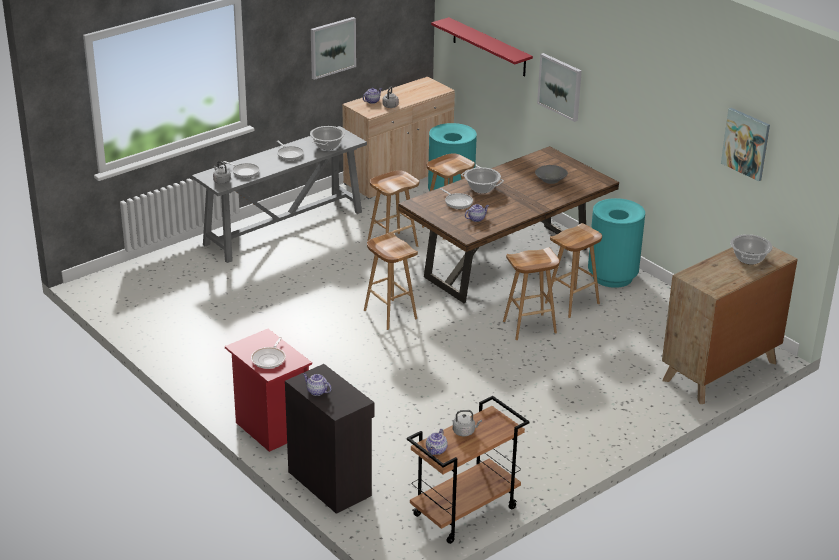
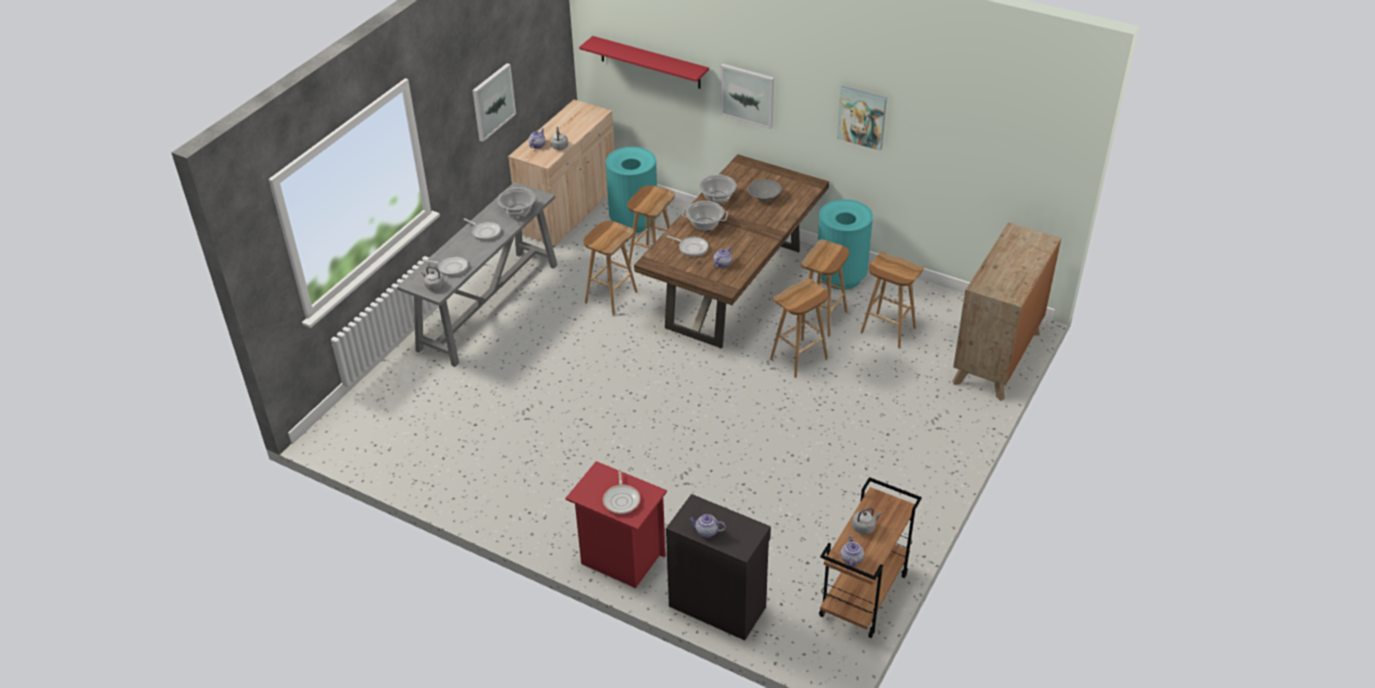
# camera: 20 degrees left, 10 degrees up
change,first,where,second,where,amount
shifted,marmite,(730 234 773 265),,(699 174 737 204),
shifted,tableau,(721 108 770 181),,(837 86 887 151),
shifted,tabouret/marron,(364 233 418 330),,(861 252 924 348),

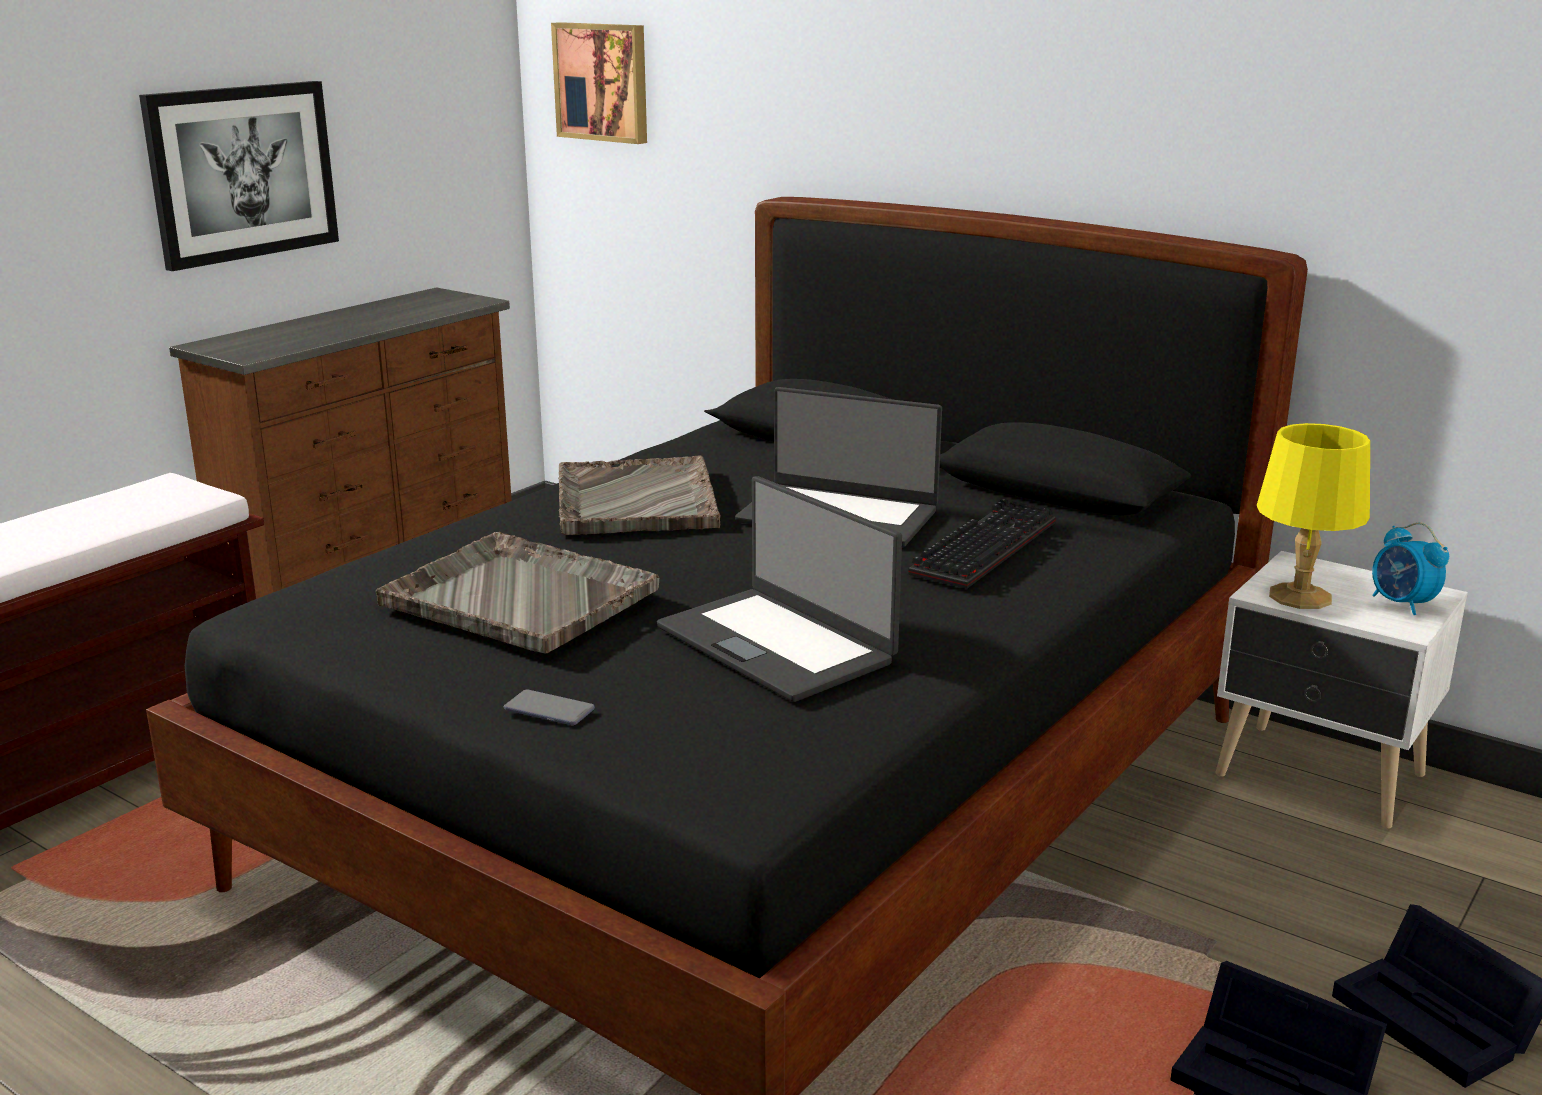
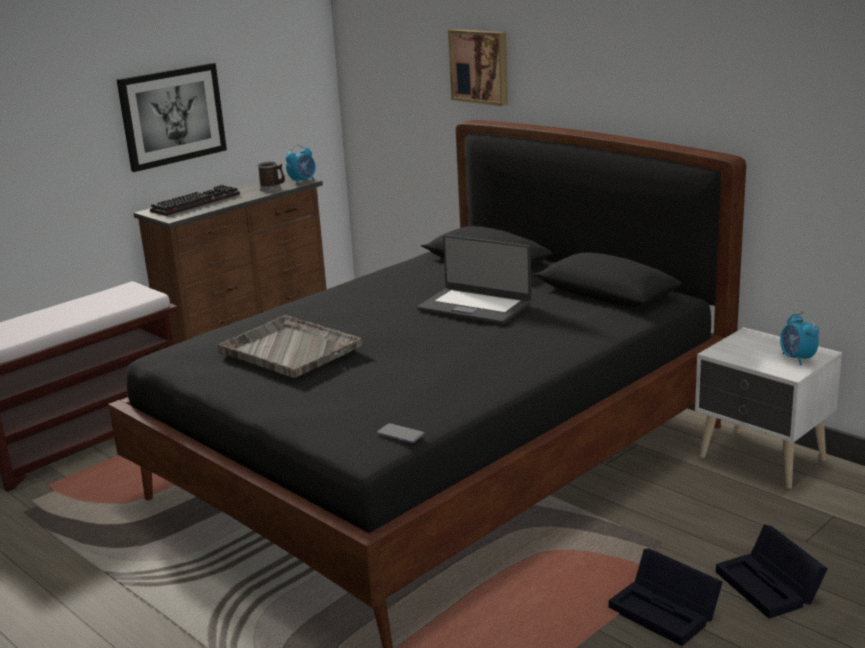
# camera: 10 degrees right, 0 degrees up
change,first,where,second,where,amount
shifted,clavier,(908 498 1056 589),,(150 185 240 216),
new,,,mug,(258 162 285 192),
new,,,réveil,(285 145 316 185),
shifted,téléphone,(504 689 595 725),,(377 423 424 443),
shifted,tableau,(551 22 647 144),,(448 29 508 106),
gone,plateau/gris,(558 456 721 535),,,
gone,ordinateur portable,(657 476 902 702),,,
gone,lampe de table/jaune,(1257 423 1370 609),,,

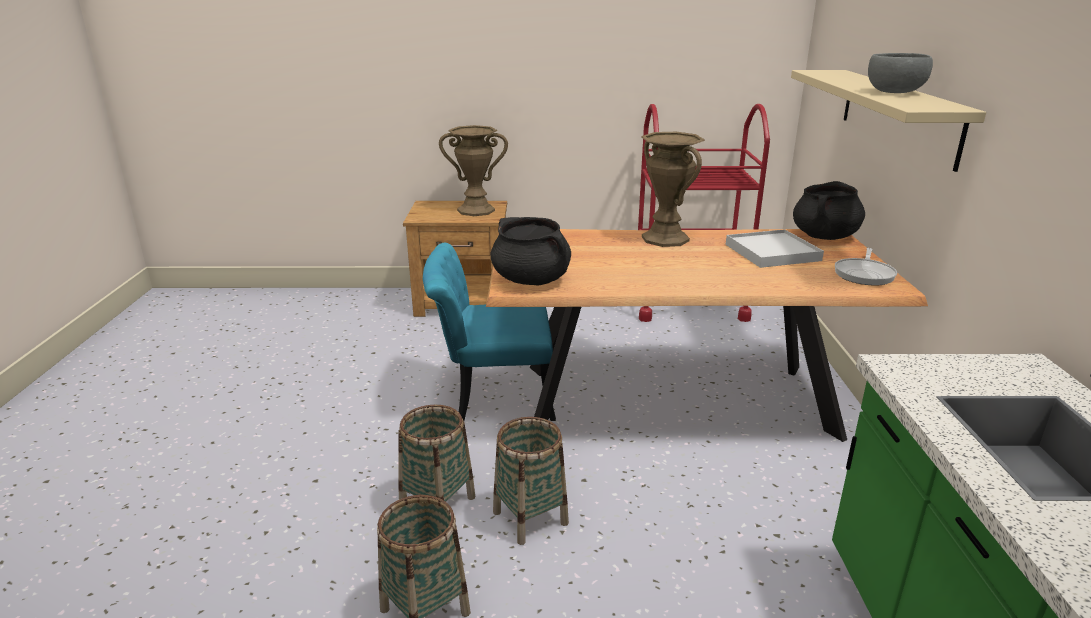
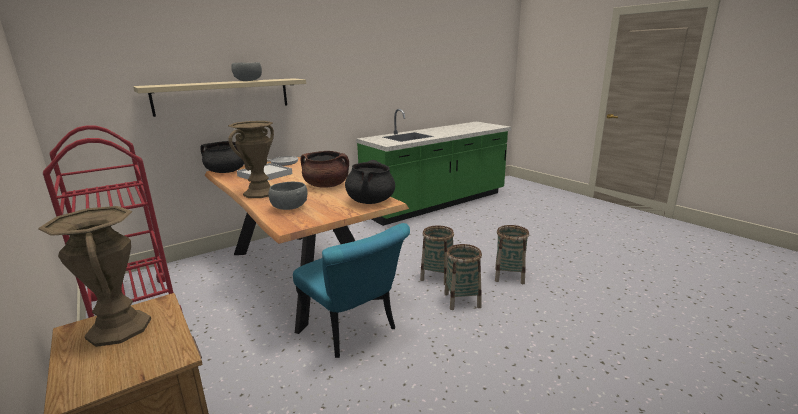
# camera: 125 degrees left, 5 degrees down
change,first,where,second,where,amount
new,,,bol/gris,(269 182 307 210),
new,,,marmite/marron,(300 151 349 188),

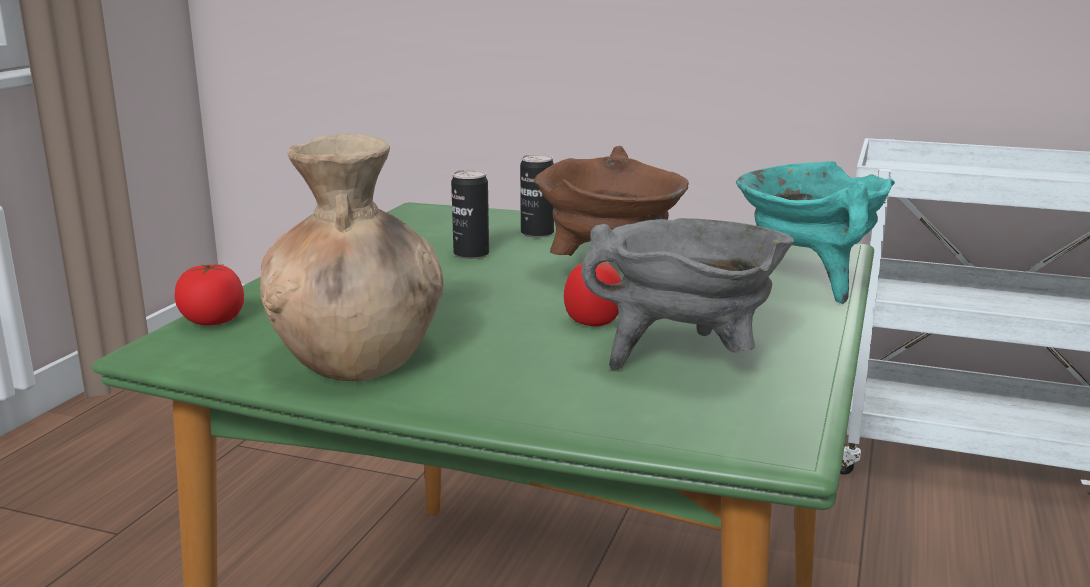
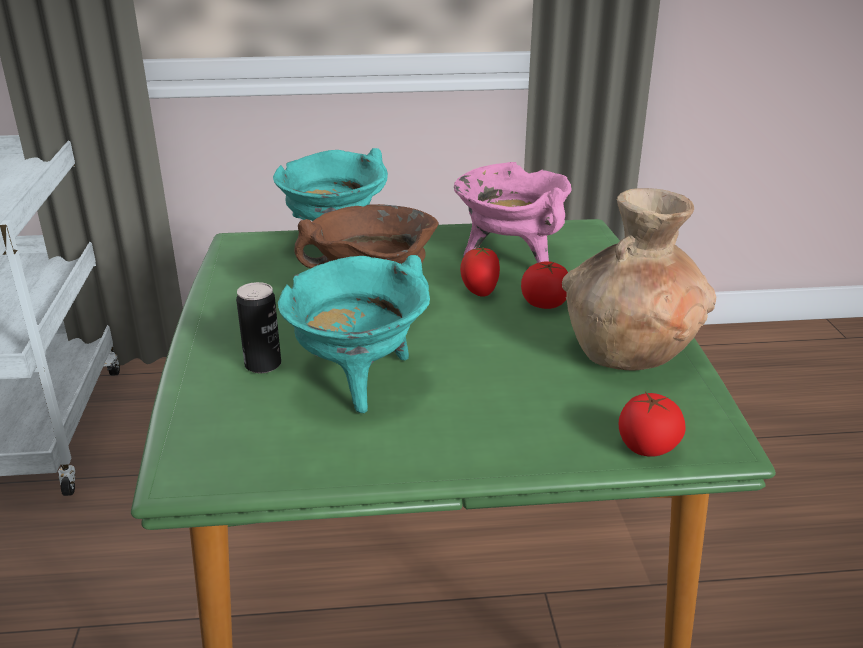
# camera: 115 degrees left, 10 degrees up
change,first,where,second,where,amount
swapped,boîte métallique,(451 170 489 259),marmite/turquoise,(278 255 430 413),
repainted,marmite/gris,(581 218 794 370),marmite/rose,(454 162 572 263),
new,,,tomate,(521 261 568 309),

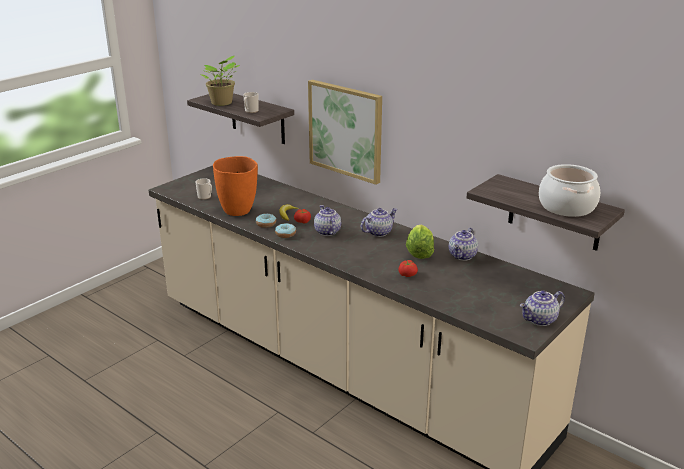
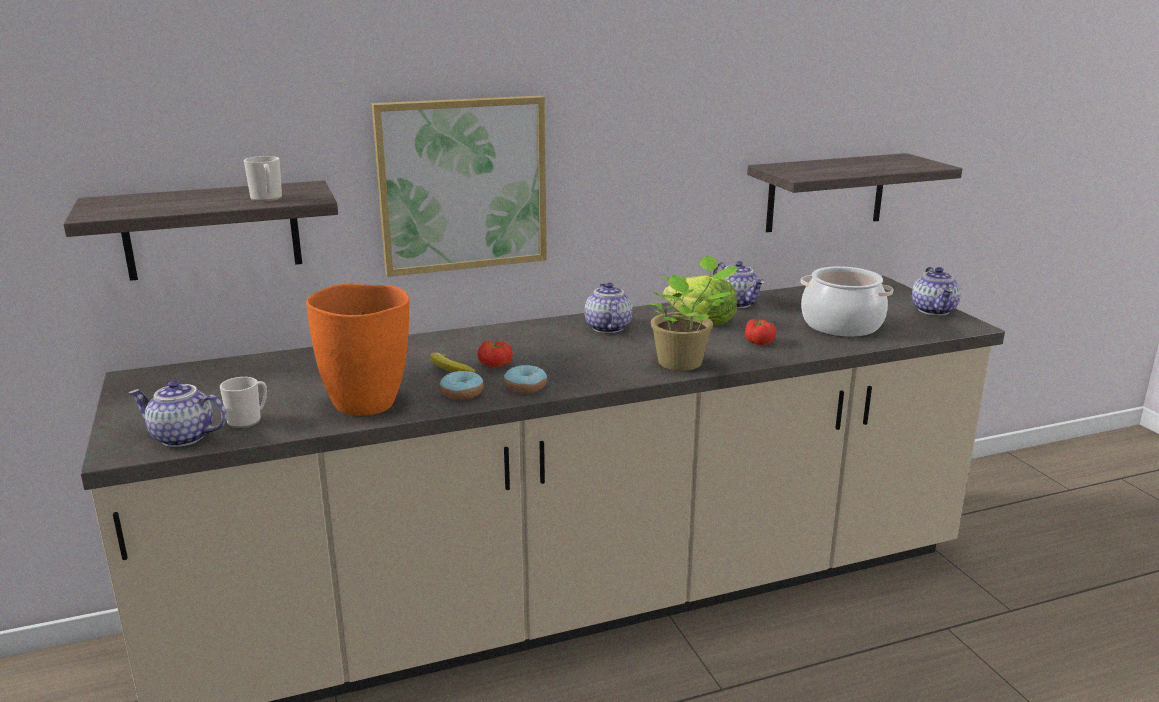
# camera: 60 degrees left, 5 degrees down
change,first,where,second,where,amount
shifted,théière,(314 205 341 236),,(129 380 227 447),
shifted,plante en pot,(200 56 240 106),,(641 255 739 371),
shifted,marmite,(539 164 600 217),,(800 266 894 337),

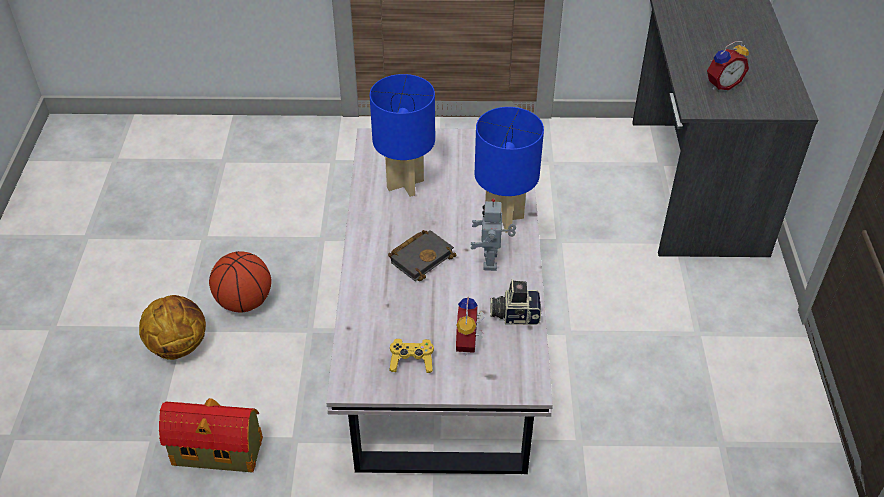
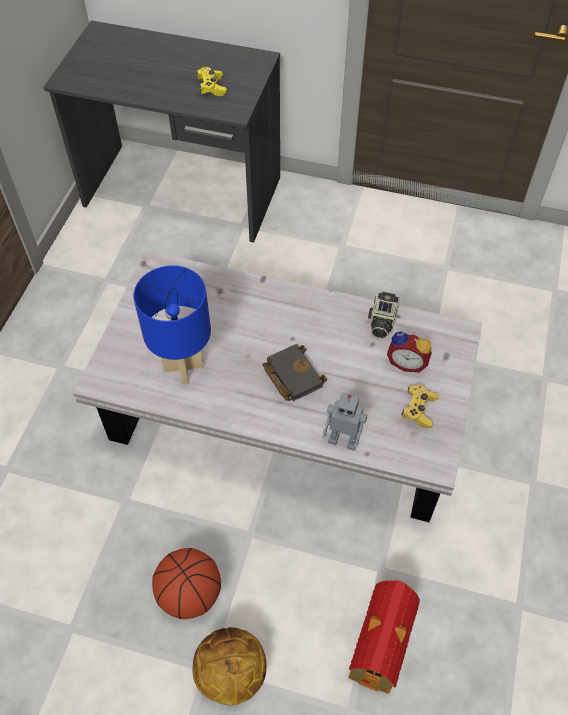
# camera: 75 degrees left, 10 degrees up
change,first,where,second,where,amount
swapped,réveil,(707 41 749 90),manette/jaune,(196 67 227 96),
shifted,robot jouet,(471 198 516 271),,(322 393 367 451),
gone,lampe de table/bleu,(474 107 544 233),,,

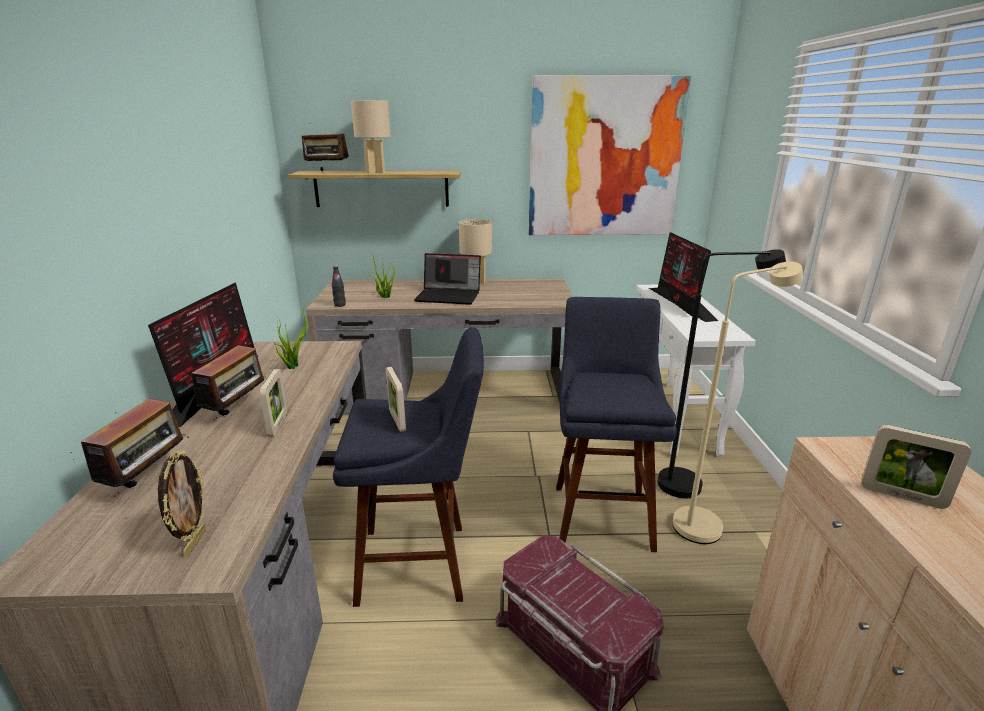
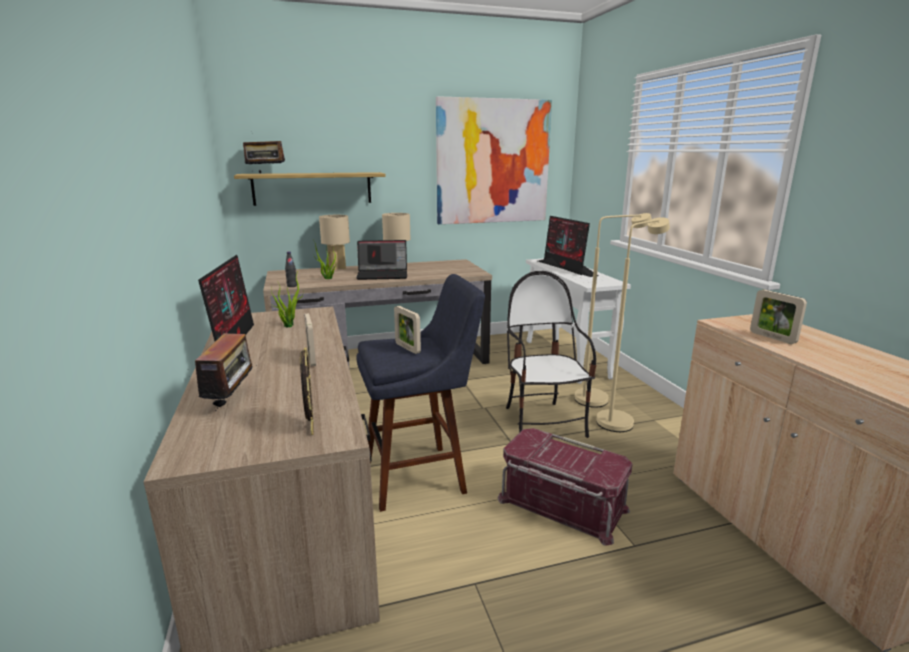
# camera: 15 degrees left, 5 degrees down
change,first,where,second,where,amount
shifted,lampe de table/beige,(351 100 391 174),,(319 215 350 271),
swapped,tabouret/bleu,(556 297 677 552),chaise,(506 271 596 438),
repainted,lampadaire/noir,(658 249 786 498),lampadaire/beige,(575 213 652 408),
rotated,cadre photo,(862 425 971 509),,(750 290 807 344),45 degrees clockwise
gone,radio,(185 345 264 420),,,

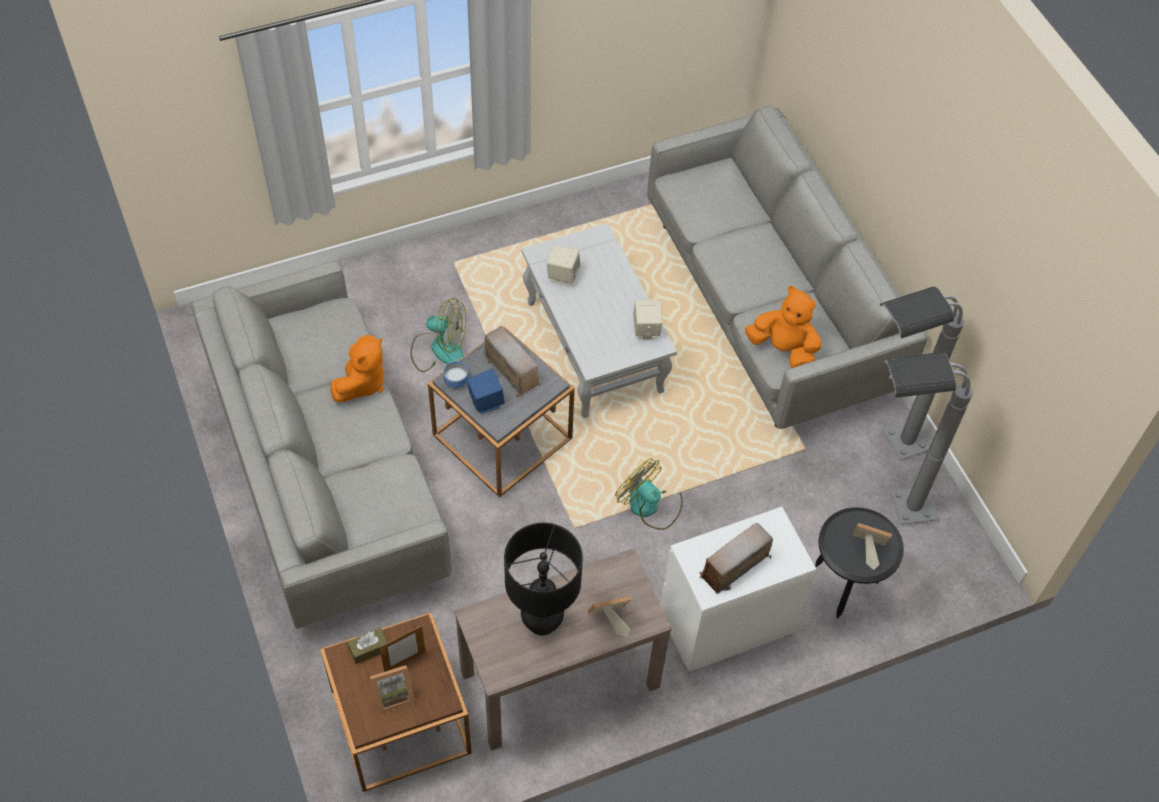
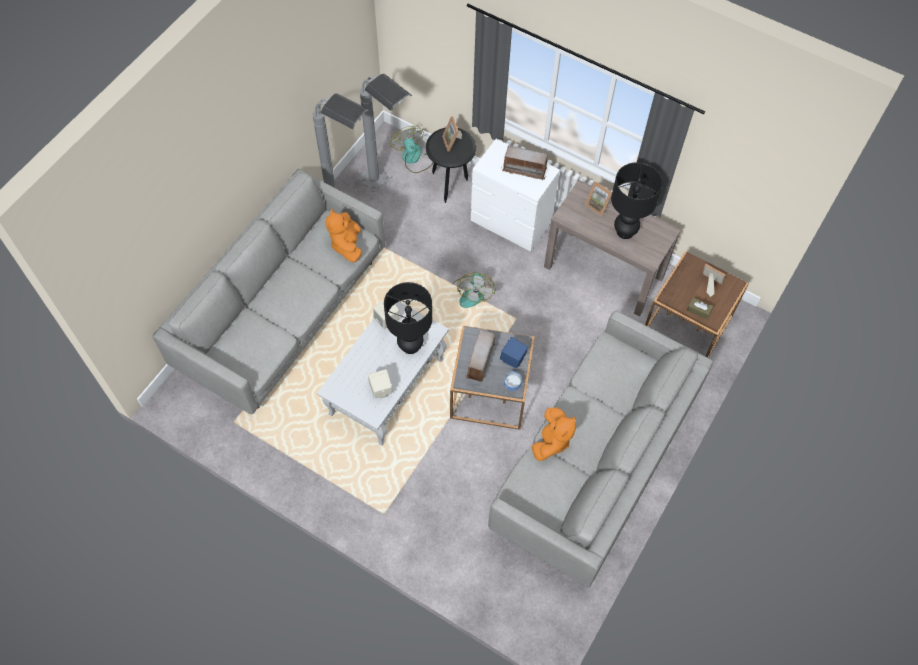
# camera: 125 degrees left, 5 degrees up
change,first,where,second,where,amount
new,,,lampe de table/noir,(384 282 432 354),
shifted,ventilateur,(411 298 466 372),,(390 126 434 173),
rotated,peluche/orange,(330 335 384 402),,(532 407 576 461),120 degrees clockwise
gone,cadre photo,(380 625 425 672),,,

